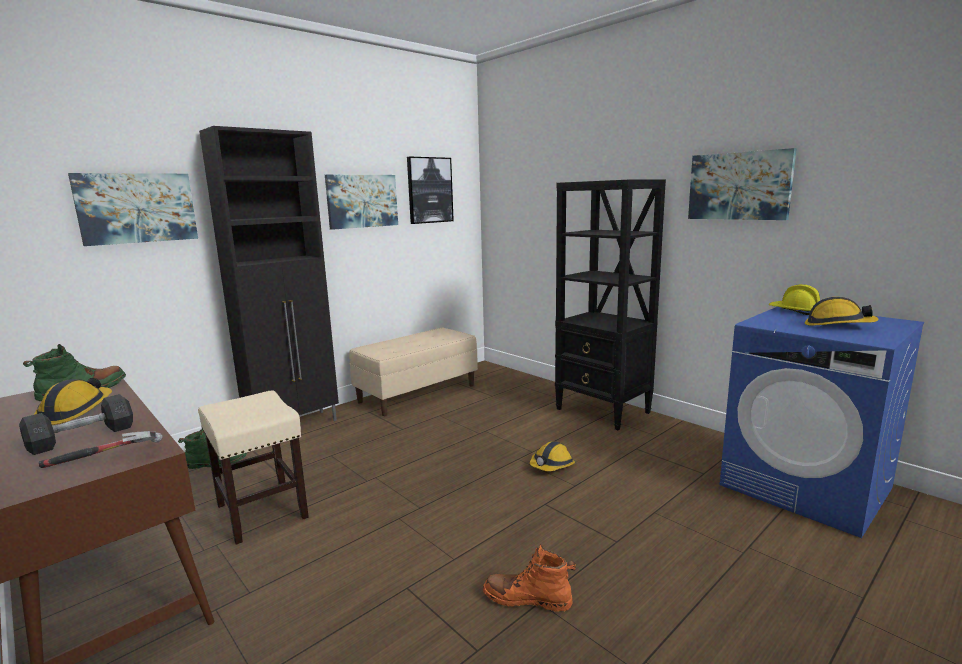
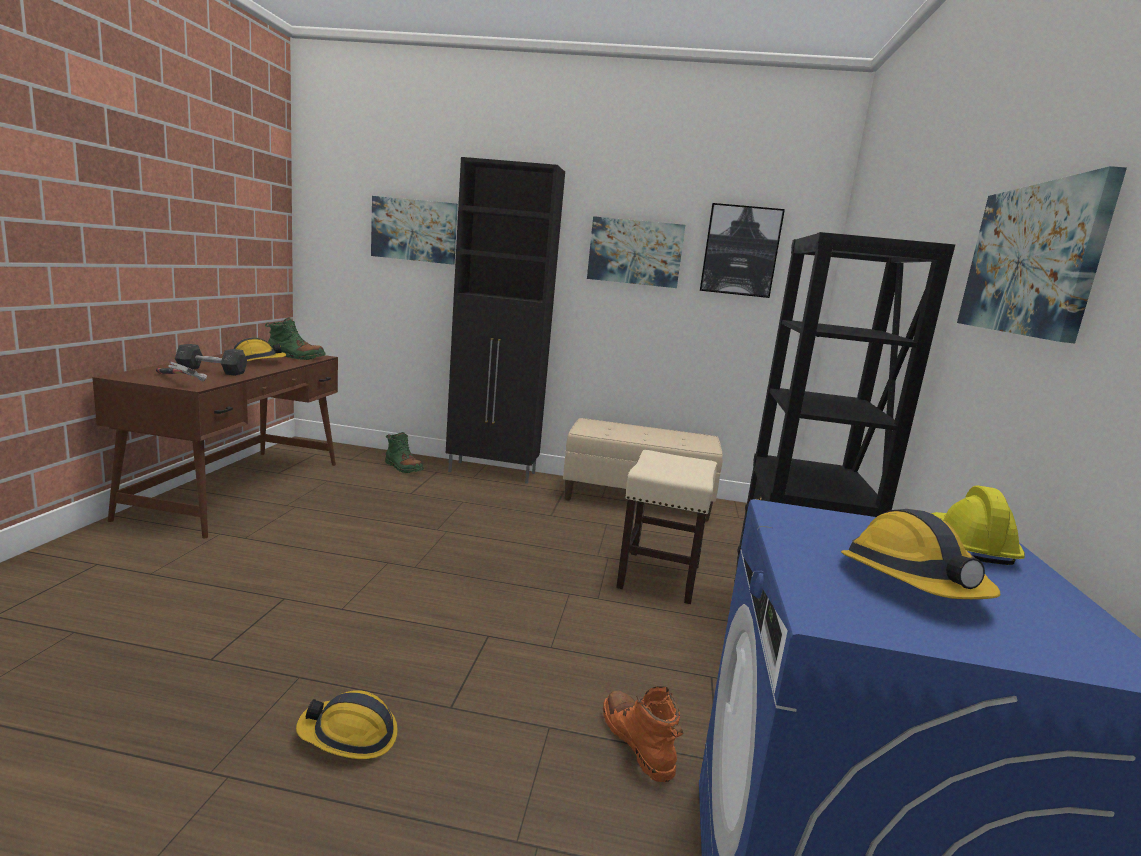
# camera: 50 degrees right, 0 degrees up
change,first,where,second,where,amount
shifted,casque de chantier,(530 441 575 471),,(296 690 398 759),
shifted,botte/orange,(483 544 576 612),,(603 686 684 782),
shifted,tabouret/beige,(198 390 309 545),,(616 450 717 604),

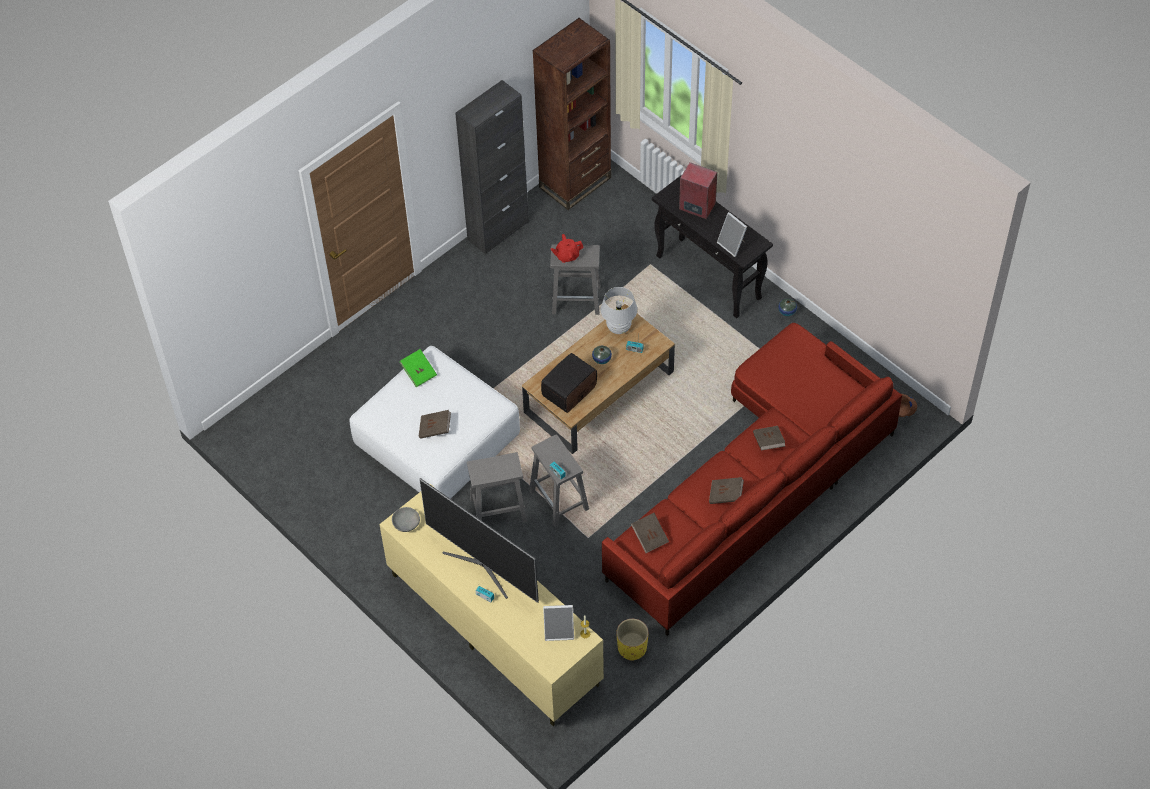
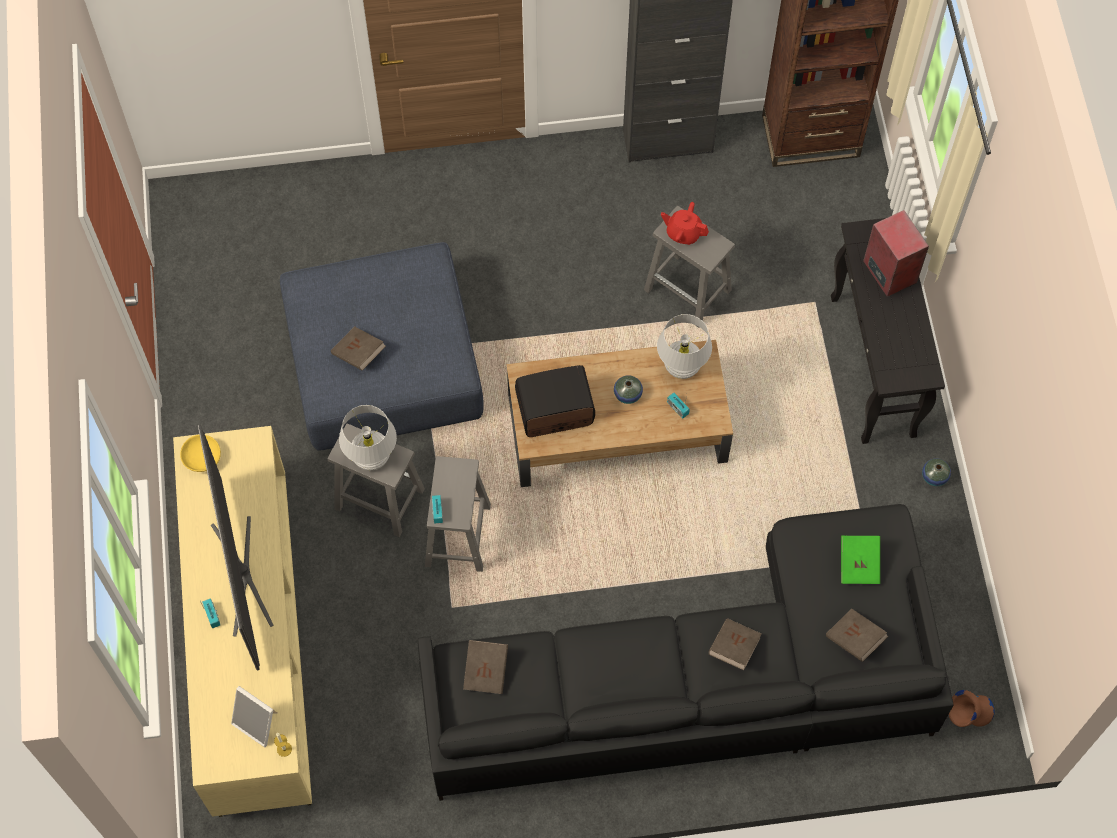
# camera: 35 degrees right, 10 degrees up
change,first,where,second,where,amount
repainted,bol/gris,(392 507 420 532),bol/jaune,(180 435 221 472),
repainted,pouf/blanc,(349 346 520 499),pouf/bleu,(280 242 484 451),
new,,,lampe de table/blanc,(339 405 397 470),
repainted,canapé/rouge,(602 323 902 636),canapé/noir,(418 504 953 801),
shifted,livre/marron,(709 477 744 504),,(826 609 888 662),
shifted,livre/vert,(400 349 437 387),,(841 536 880 584),
gone,cache-pot/jaune,(616 619 648 661),,,
gone,cadre photo,(717 212 747 257),,,

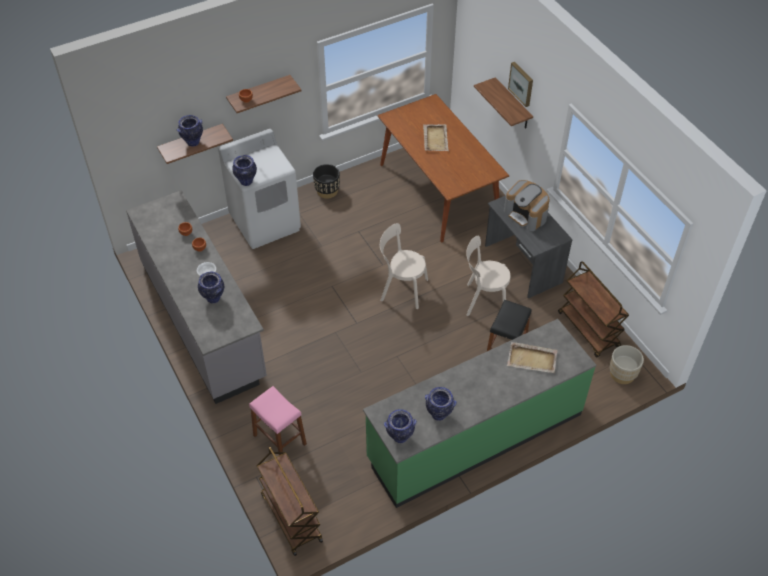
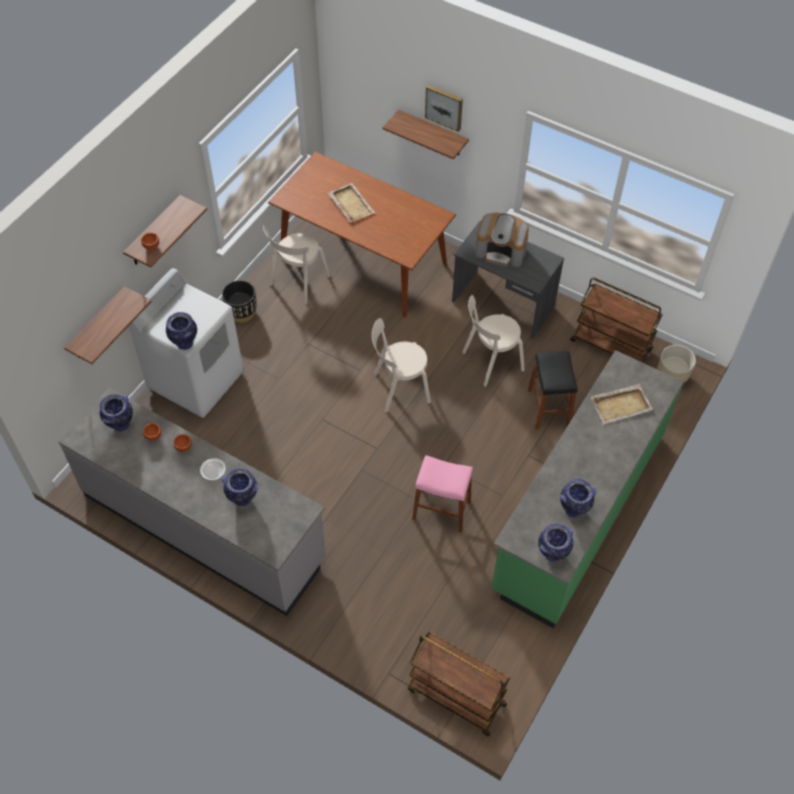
# camera: 30 degrees left, 5 degrees up
change,first,where,second,where,amount
shifted,vase,(177 115 203 146),,(100 394 133 431),
new,,,chaise/beige,(263 225 331 304),
shifted,tabouret/rose,(249 386 307 455),,(412 455 473 533),

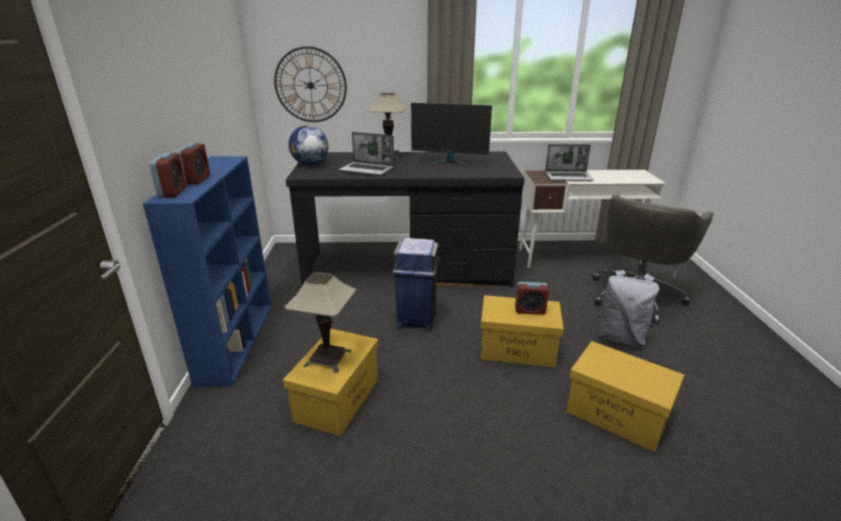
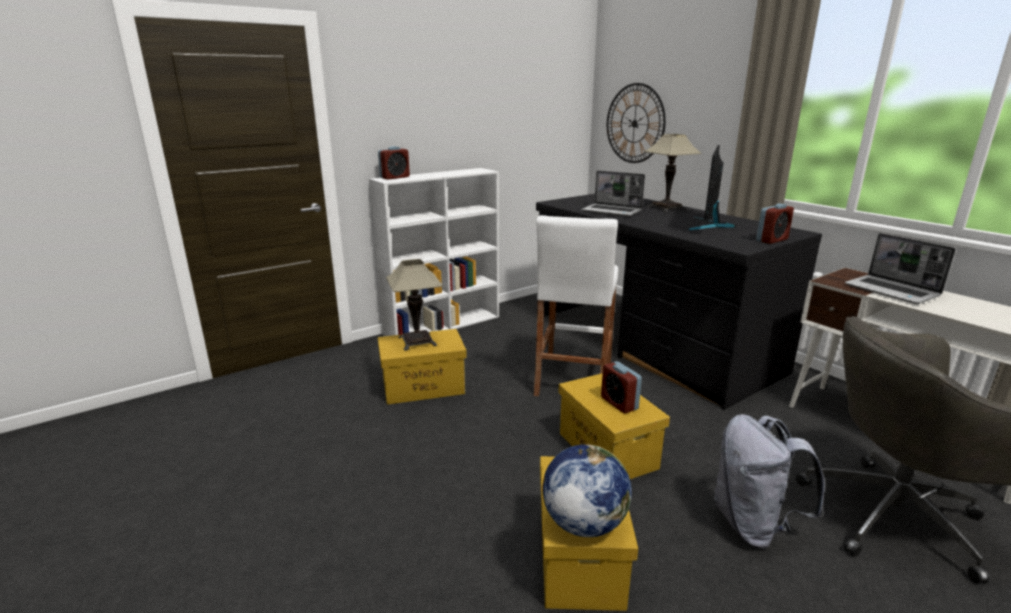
# camera: 55 degrees right, 5 degrees down
change,first,where,second,where,amount
repainted,bibliothèque/bleu,(143 156 271 387),bibliothèque/blanc,(369 168 499 336),
swapped,poubelle/bleu,(392 238 439 331),tabouret/blanc,(534 215 618 396),
shifted,globe,(288 125 329 165),,(542 444 632 537),
rotated,ordinateur portable,(339 132 394 175),,(581 171 645 217),45 degrees counterclockwise
rotated,écran d'ordinateur,(411 103 492 168),,(687 145 735 230),45 degrees clockwise
shifted,réveil,(175 143 210 185),,(756 203 794 244),

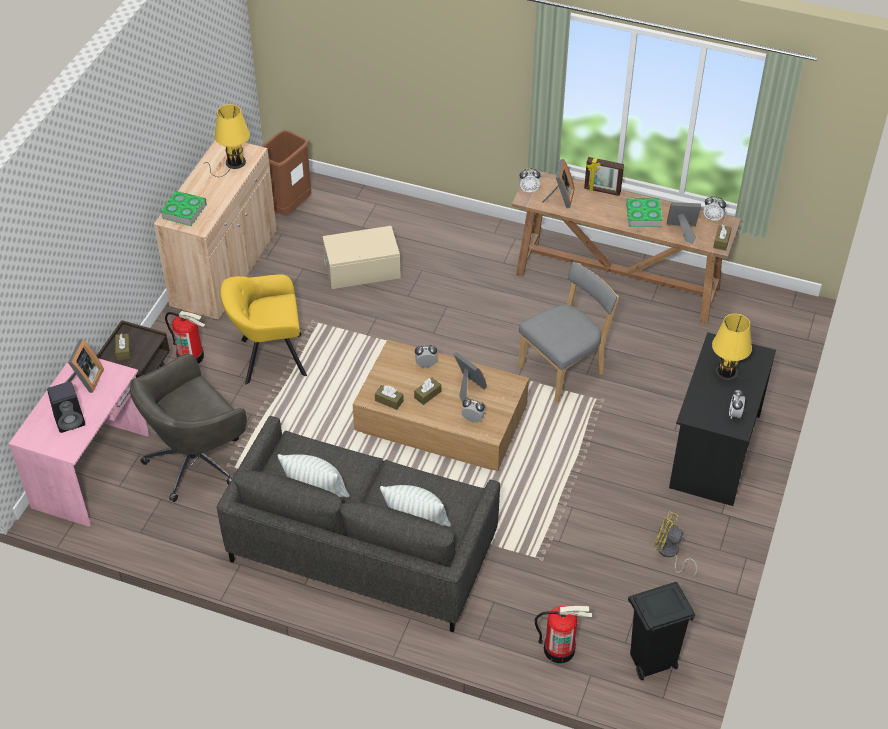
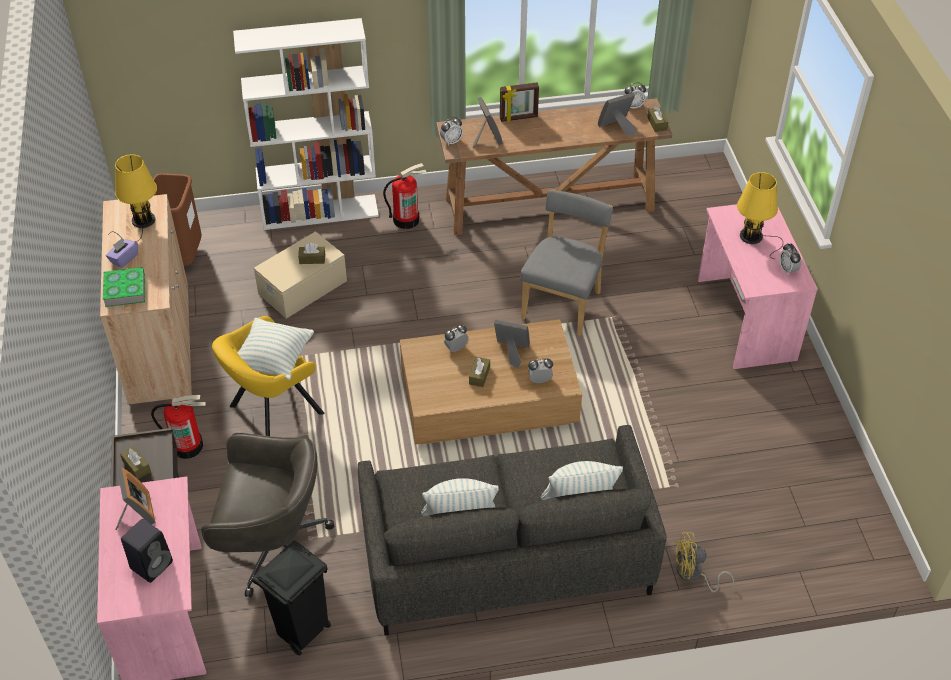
# camera: 30 degrees left, 0 degrees up
change,first,where,second,where,amount
new,,,boîte à mouchoirs/violet,(106 238 138 268),
rotated,chaise de bureau/gris,(130 354 247 502),,(201 433 334 597),105 degrees counterclockwise
new,,,bibliothèque/blanc,(233 18 379 230),
new,,,coussin,(237 318 314 380),
shifted,poubelle/noir,(628 582 695 680),,(252 541 331 655),
shifted,boîte à mouchoirs/marron,(375 385 404 410),,(298 243 325 264),
shifted,extincteur,(535 606 592 663),,(383 163 427 229),
shifted,ventilateur/jaune,(654 511 697 577),,(675 532 734 592),
repainted,bureau/noir,(669 332 776 506),bureau/rose,(698 204 818 369),
gone,livre,(626 198 663 227),,,

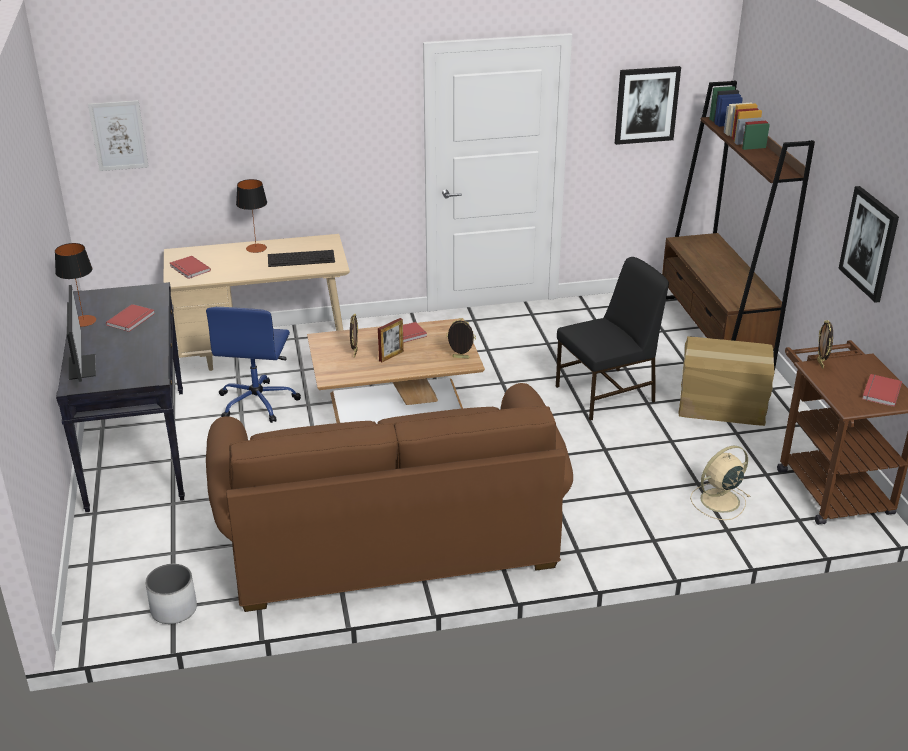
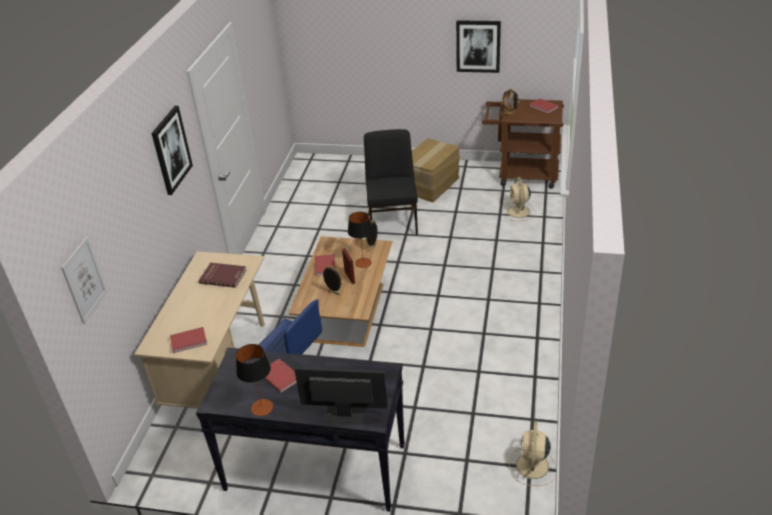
# camera: 65 degrees left, 5 degrees up
change,first,where,second,where,amount
shifted,tableau,(615 66 681 145),,(152 106 193 195),
swapped,clavier,(268 250 335 267),livre/rouge,(199 263 246 288),
shifted,lampe de table,(236 179 267 253),,(348 212 373 268),
swapped,cache-pot/blanc,(145 564 197 624),ventilateur/beige,(509 421 556 486),
gone,canapé/marron,(206 383 573 612),,,
gone,bibliothèque/marron,(662 80 815 372),,,

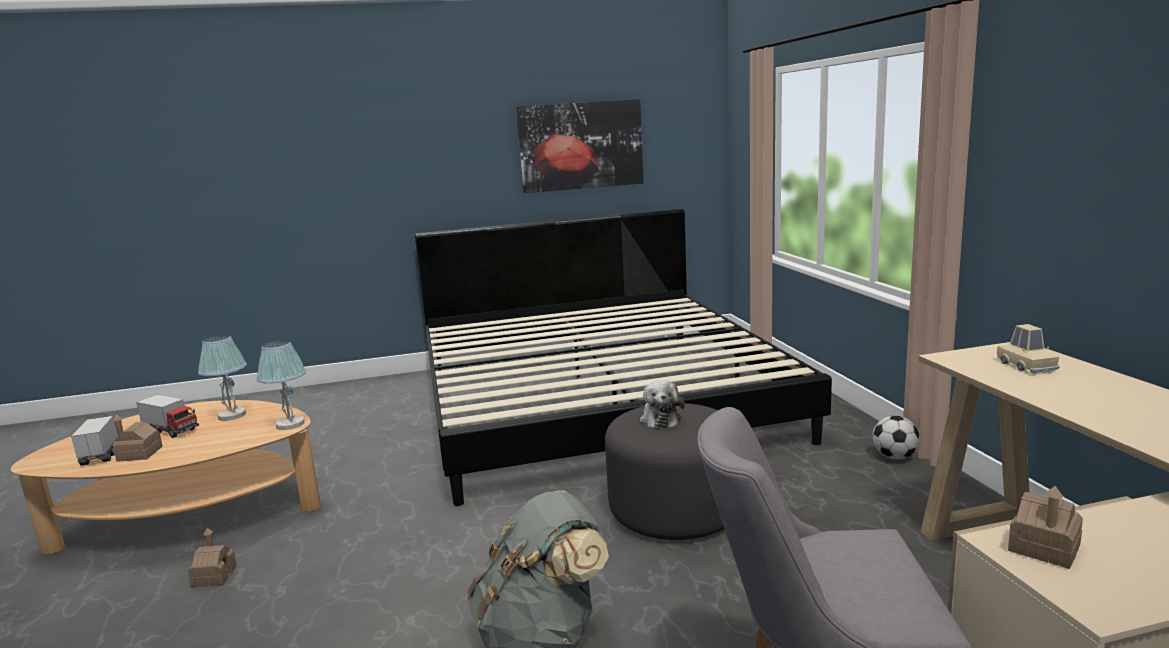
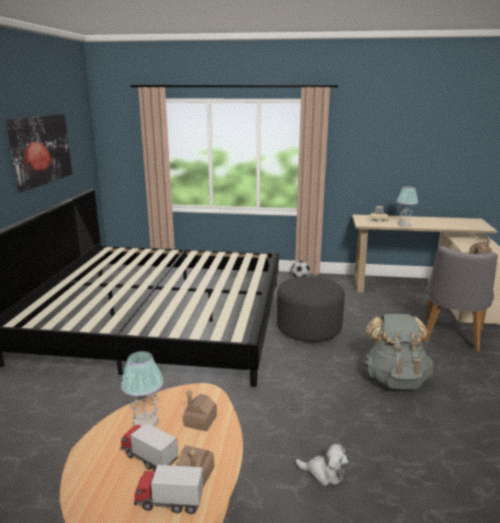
# camera: 70 degrees left, 5 degrees up
change,first,where,second,where,amount
rotated,camion jouet,(136 395 199 438),,(121 423 178 471),105 degrees counterclockwise
shifted,maison miniature,(188 528 237 587),,(183 390 217 432),
shifted,peluche,(640 380 685 429),,(296 443 348 486),
shifted,lampe de table,(257 340 306 430),,(396 186 418 227),

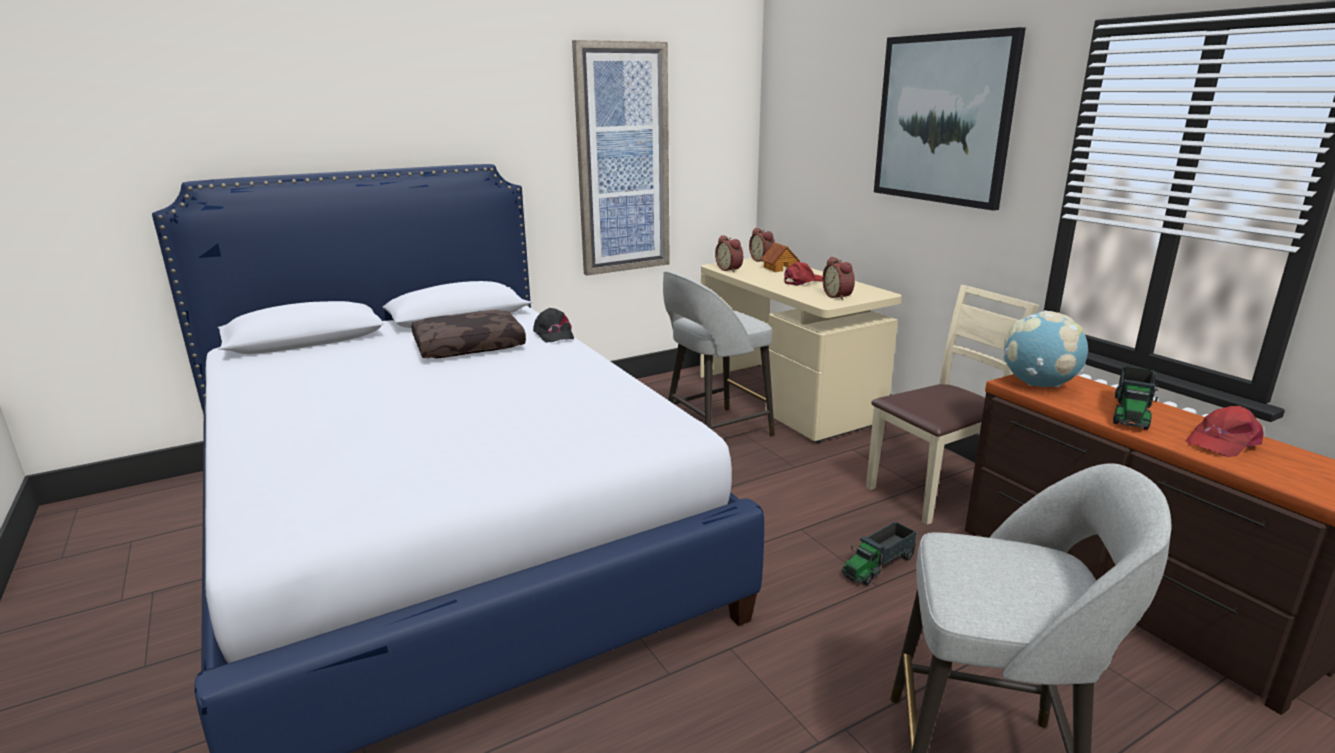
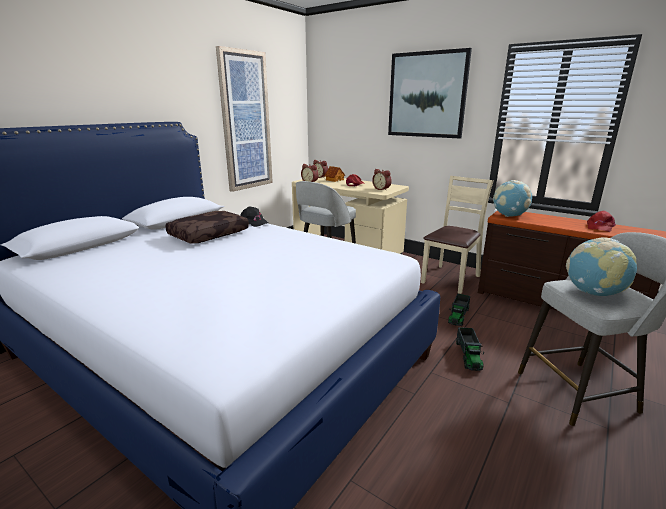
# camera: 25 degrees left, 0 degrees up
change,first,where,second,where,amount
shifted,camion jouet,(1113 366 1158 430),,(456 327 484 371),
new,,,globe,(566 237 637 296),

